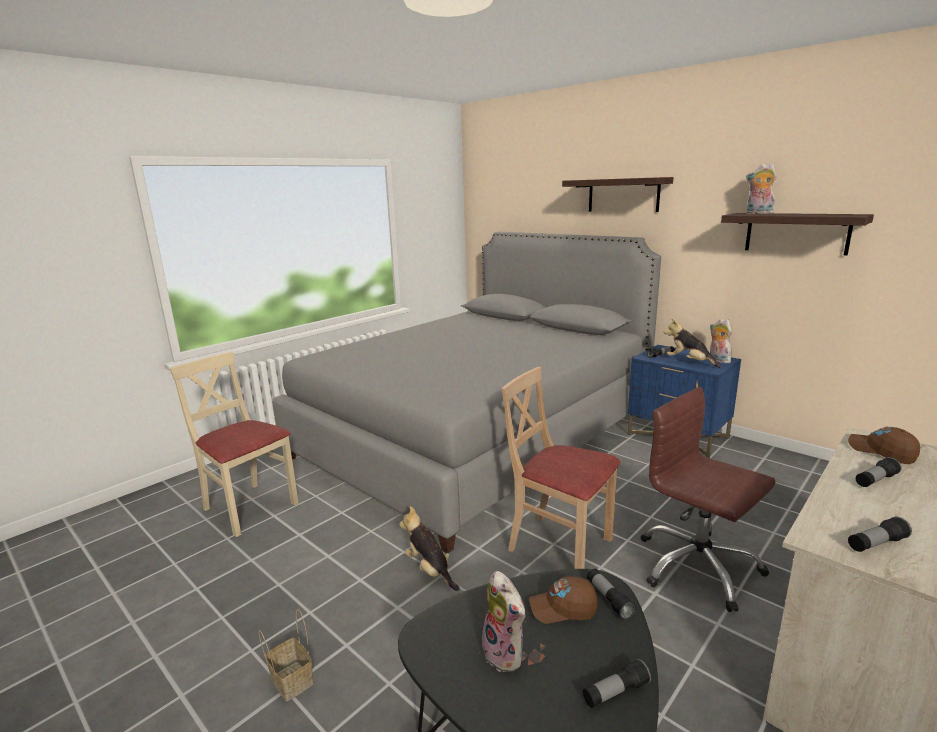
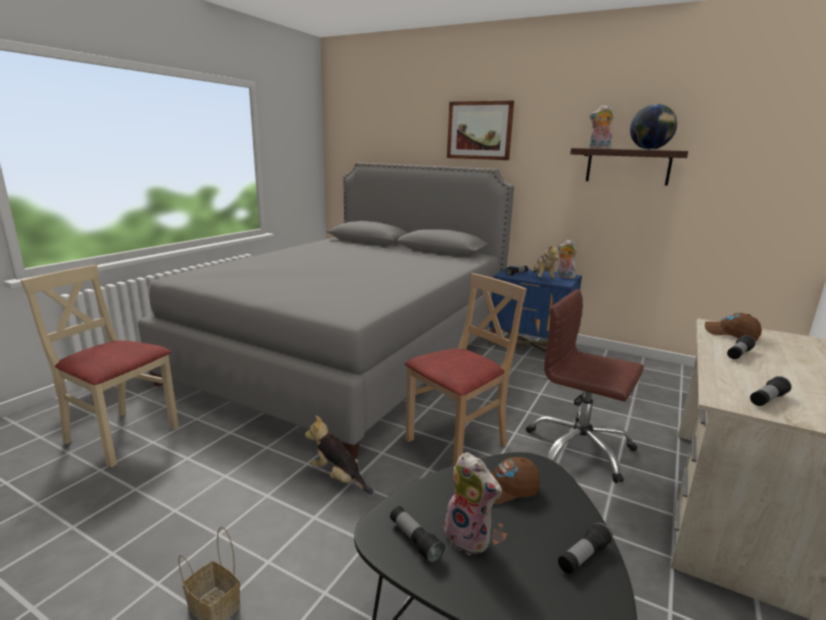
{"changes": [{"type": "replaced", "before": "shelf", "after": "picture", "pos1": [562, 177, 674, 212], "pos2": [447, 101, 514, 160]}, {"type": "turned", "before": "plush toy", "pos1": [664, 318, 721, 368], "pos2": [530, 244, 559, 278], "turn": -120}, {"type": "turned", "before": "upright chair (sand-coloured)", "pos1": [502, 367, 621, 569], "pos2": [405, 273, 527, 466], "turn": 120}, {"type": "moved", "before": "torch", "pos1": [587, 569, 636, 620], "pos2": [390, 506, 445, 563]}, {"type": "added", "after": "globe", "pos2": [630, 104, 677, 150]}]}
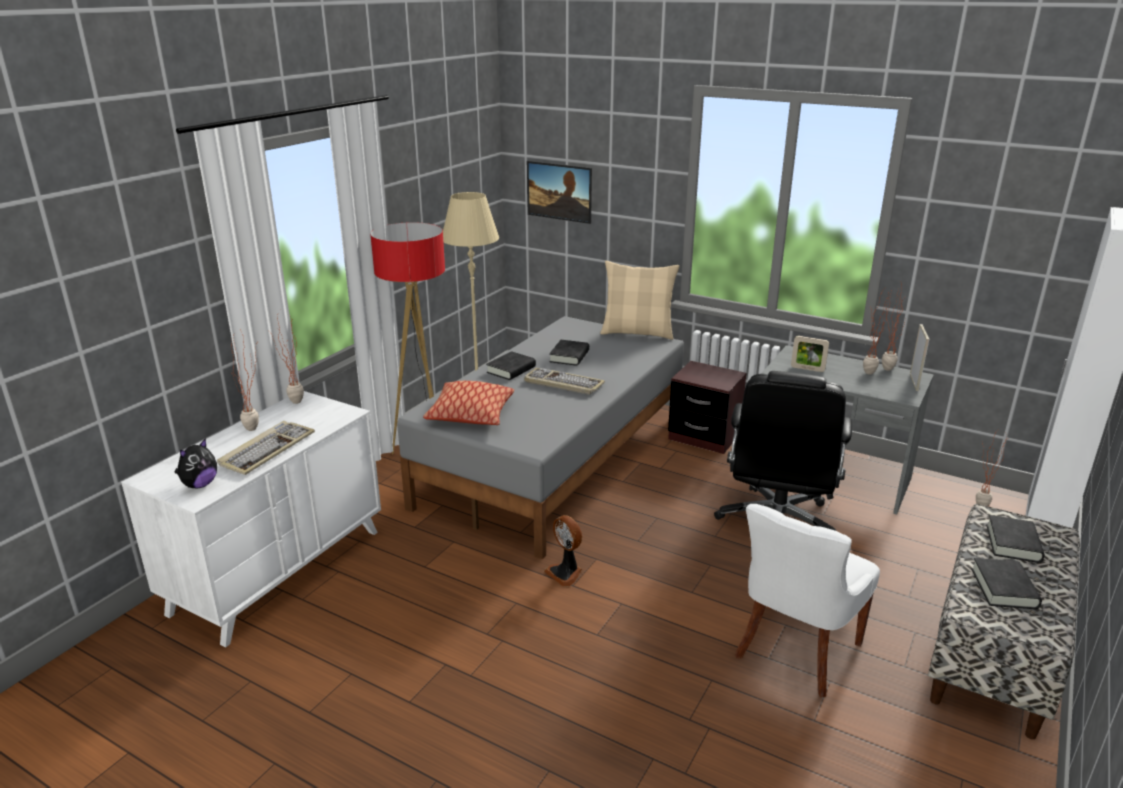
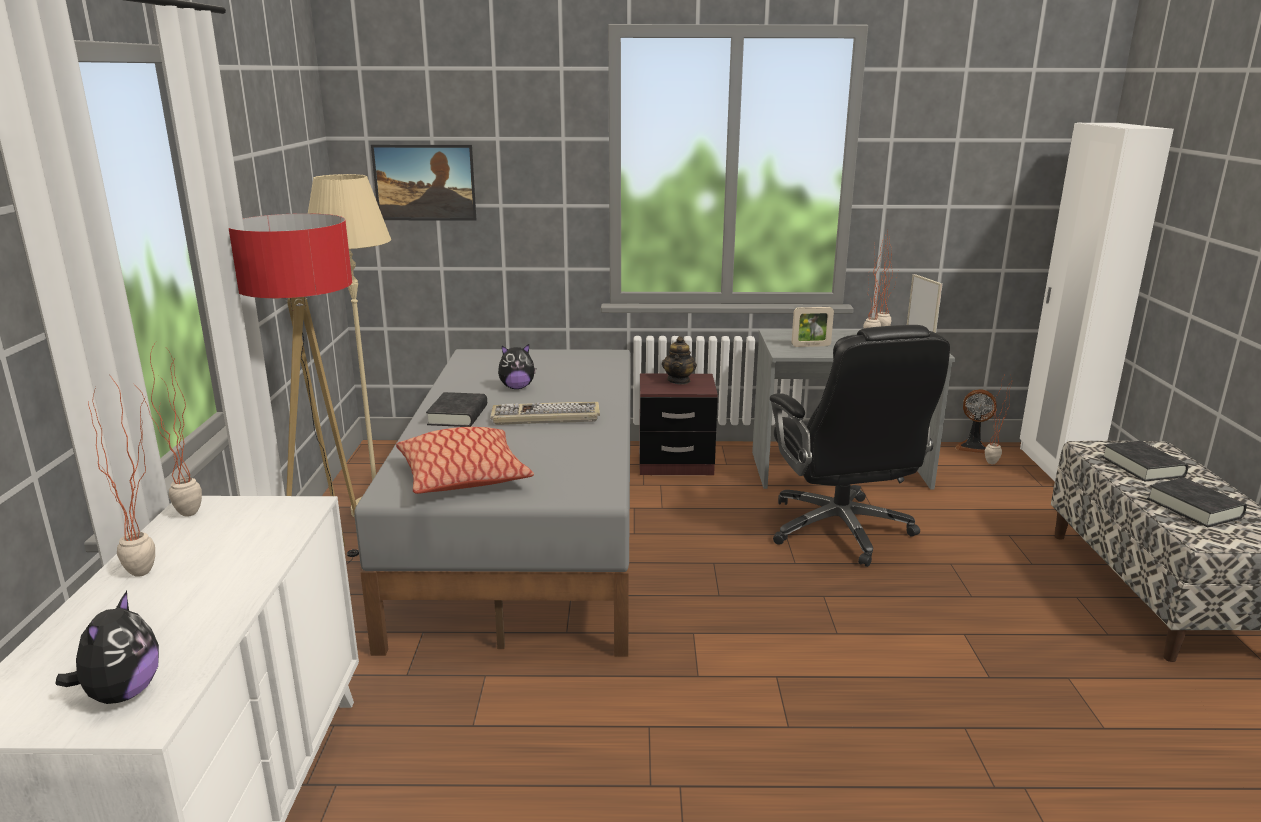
{"changes": [{"type": "removed", "before": "pillow (sand-coloured)", "pos1": [600, 261, 680, 340]}, {"type": "replaced", "before": "volume (blackish)", "after": "plush toy", "pos1": [549, 340, 589, 366], "pos2": [498, 344, 536, 389]}, {"type": "removed", "before": "PC keyboard", "pos1": [217, 421, 315, 475]}, {"type": "removed", "before": "upright chair (white-coloured)", "pos1": [735, 504, 880, 697]}, {"type": "moved", "before": "cooling fan", "pos1": [544, 515, 582, 587], "pos2": [955, 389, 996, 454]}, {"type": "added", "after": "tea pot", "pos2": [662, 336, 697, 385]}]}
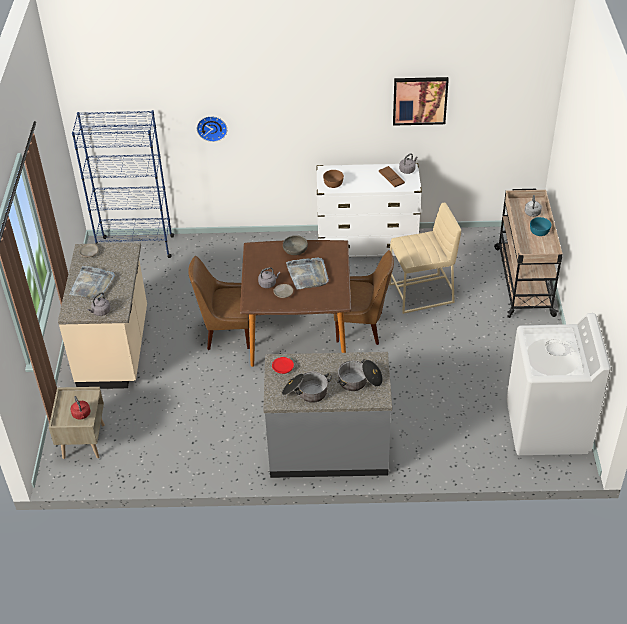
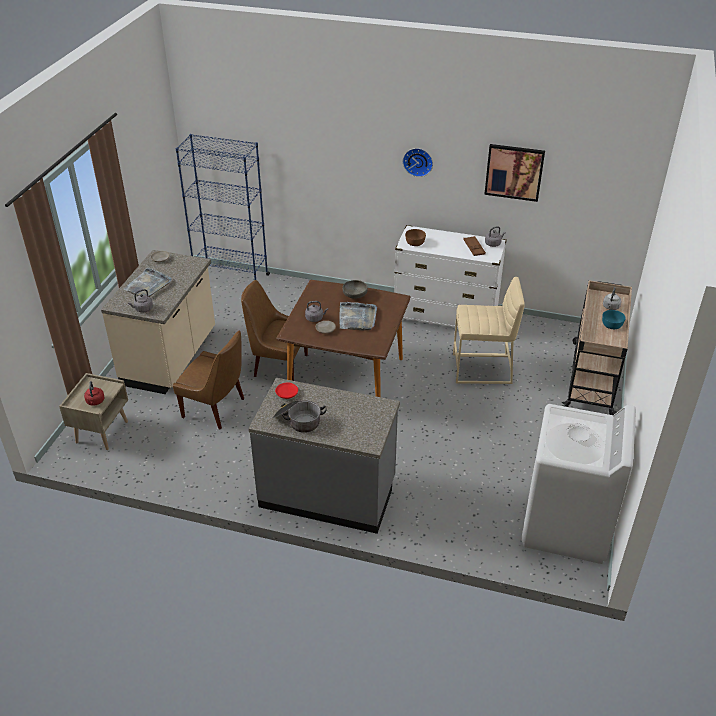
{"changes": [{"type": "moved", "before": "wall clock", "pos1": [197, 116, 227, 142], "pos2": [403, 148, 433, 177]}, {"type": "moved", "before": "upright chair (brown-coloured)", "pos1": [334, 250, 394, 345], "pos2": [173, 331, 244, 429]}, {"type": "removed", "before": "saucepot", "pos1": [337, 359, 383, 391]}]}
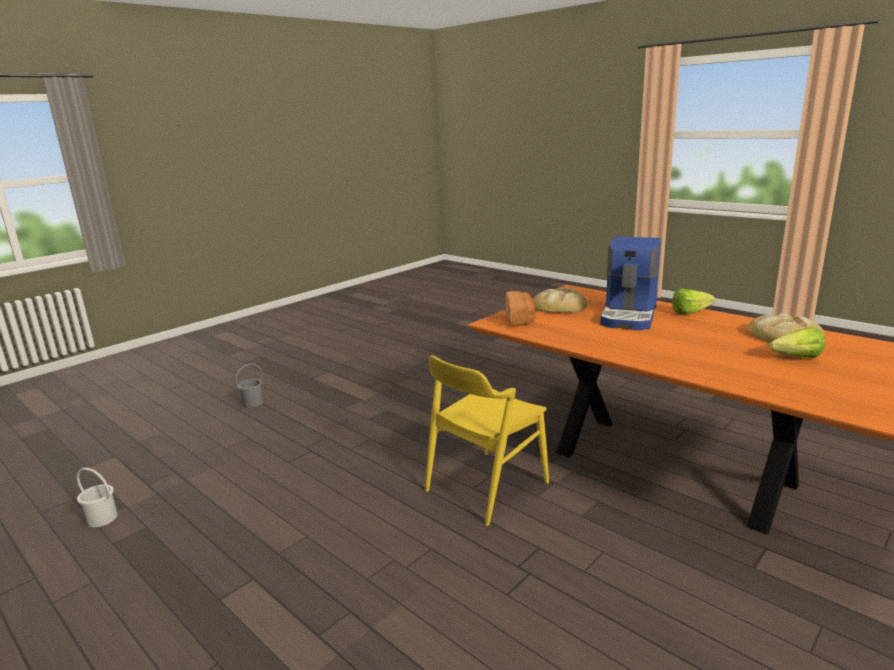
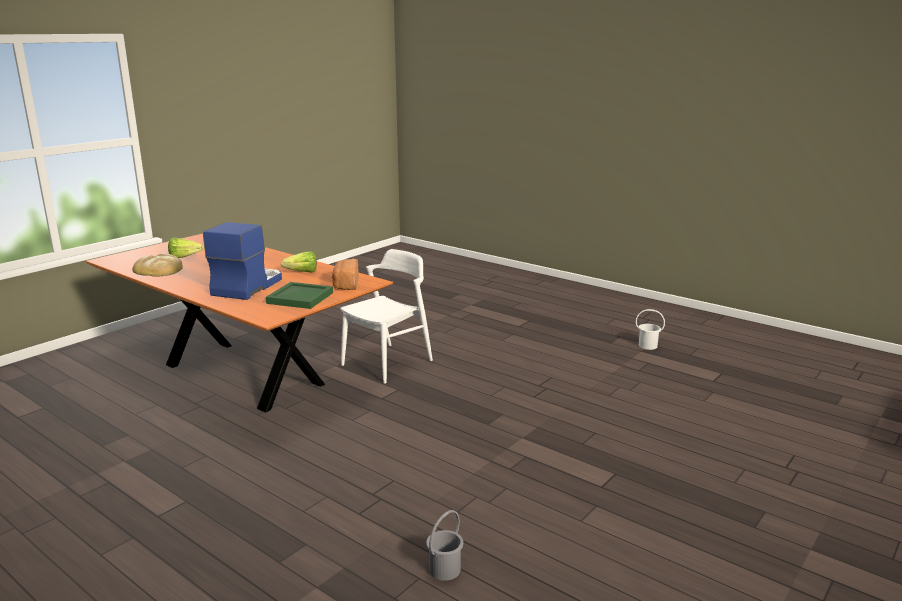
{"changes": [{"type": "replaced", "before": "bread", "after": "tray (green-coloured)", "pos1": [533, 288, 587, 313], "pos2": [266, 282, 333, 309]}, {"type": "moved", "before": "head of lettuce", "pos1": [672, 289, 715, 315], "pos2": [281, 251, 317, 273]}, {"type": "recoloured", "before": "upright chair (yellow-coloured)", "after": "upright chair (white-coloured)", "pos1": [425, 355, 549, 526], "pos2": [340, 249, 433, 384]}, {"type": "moved", "before": "bucket (grey)", "pos1": [235, 363, 263, 408], "pos2": [426, 510, 463, 581]}]}
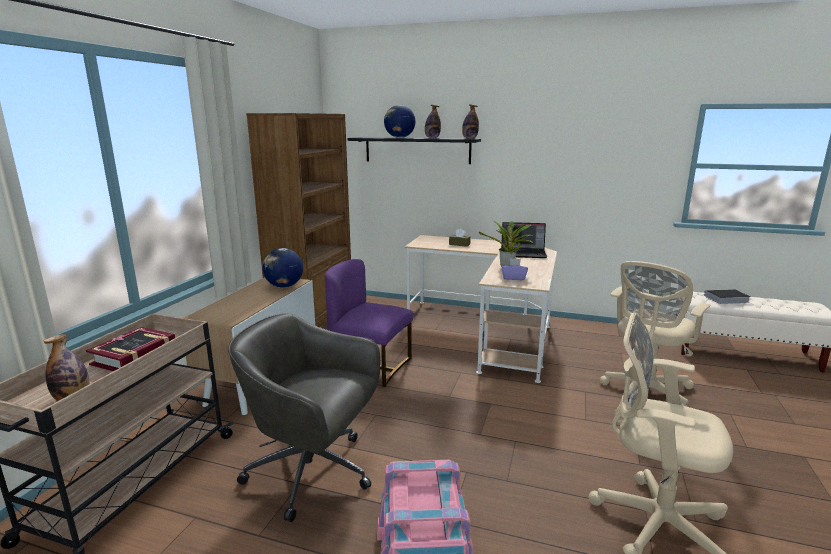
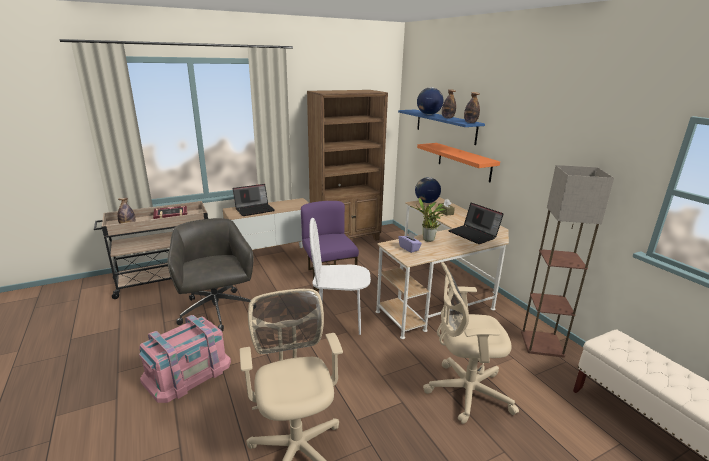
{"changes": [{"type": "recoloured", "before": "shelf (blackish)", "after": "shelf (blue)", "pos1": [347, 137, 481, 164], "pos2": [398, 110, 485, 145]}, {"type": "moved", "before": "globe", "pos1": [262, 248, 303, 288], "pos2": [415, 177, 441, 203]}, {"type": "removed", "before": "volume", "pos1": [701, 289, 750, 304]}, {"type": "added", "after": "shelf (orangey)", "pos2": [417, 143, 500, 182]}, {"type": "added", "after": "floor lamp", "pos2": [521, 165, 614, 358]}, {"type": "added", "after": "notebook computer", "pos2": [233, 184, 275, 216]}, {"type": "added", "after": "upright chair (white-coloured)", "pos2": [309, 218, 371, 335]}]}
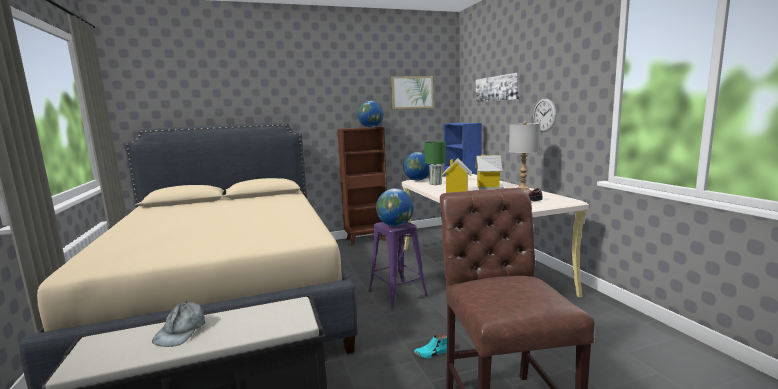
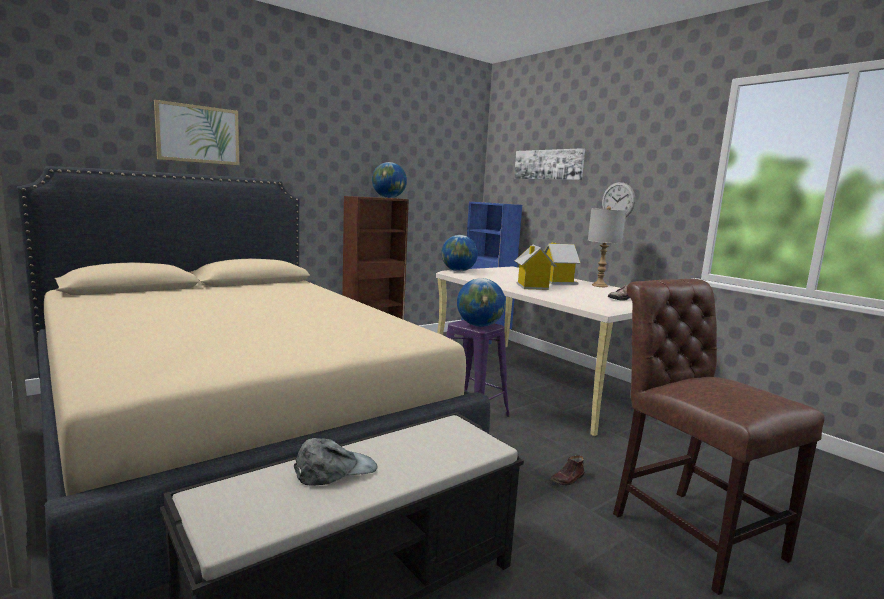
{"changes": [{"type": "moved", "before": "picture", "pos1": [391, 76, 433, 109], "pos2": [154, 100, 239, 165]}, {"type": "removed", "before": "tabletop lamp (green-coloured)", "pos1": [424, 141, 446, 185]}, {"type": "turned", "before": "baseball cap (grey)", "pos1": [152, 301, 205, 347], "pos2": [294, 438, 378, 486], "turn": -105}, {"type": "recoloured", "before": "low shoe (turquoise-coloured)", "after": "low shoe (brown-coloured)", "pos1": [414, 334, 447, 358], "pos2": [550, 456, 585, 486]}]}
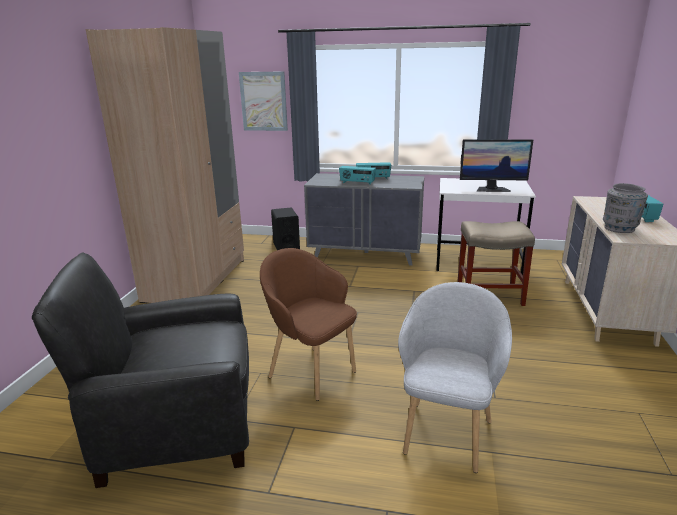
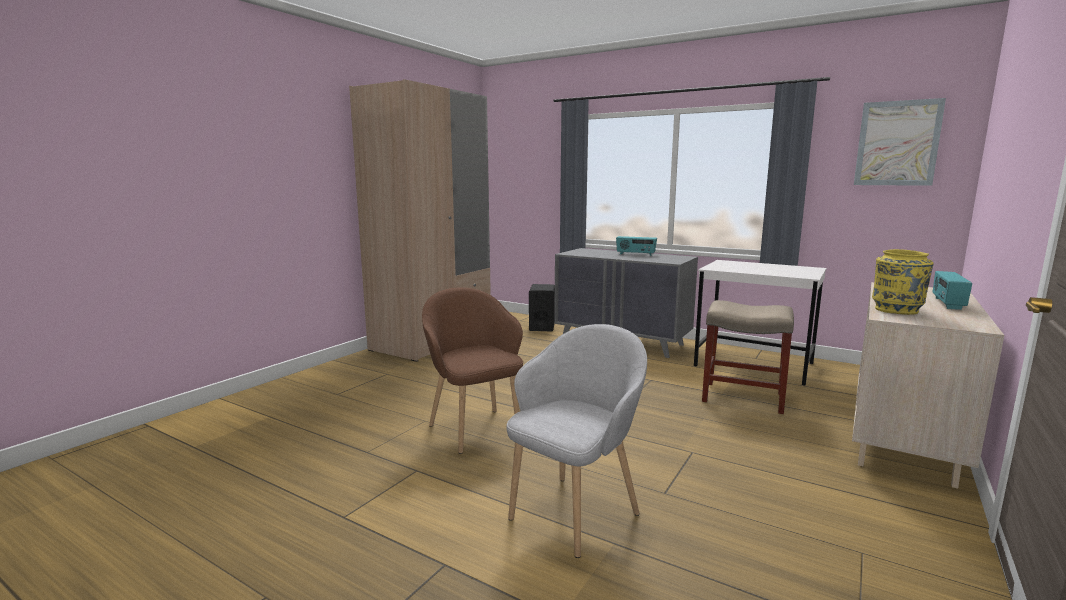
{"changes": [{"type": "moved", "before": "picture", "pos1": [239, 71, 288, 131], "pos2": [854, 98, 946, 186]}, {"type": "removed", "before": "computer screen", "pos1": [460, 139, 533, 192]}, {"type": "removed", "before": "radio set", "pos1": [339, 166, 376, 185]}, {"type": "recoloured", "before": "flower vase (grey)", "after": "flower vase (yellow-coloured)", "pos1": [603, 183, 648, 233], "pos2": [872, 249, 934, 315]}, {"type": "removed", "before": "lounge chair (blackish)", "pos1": [32, 252, 249, 488]}]}
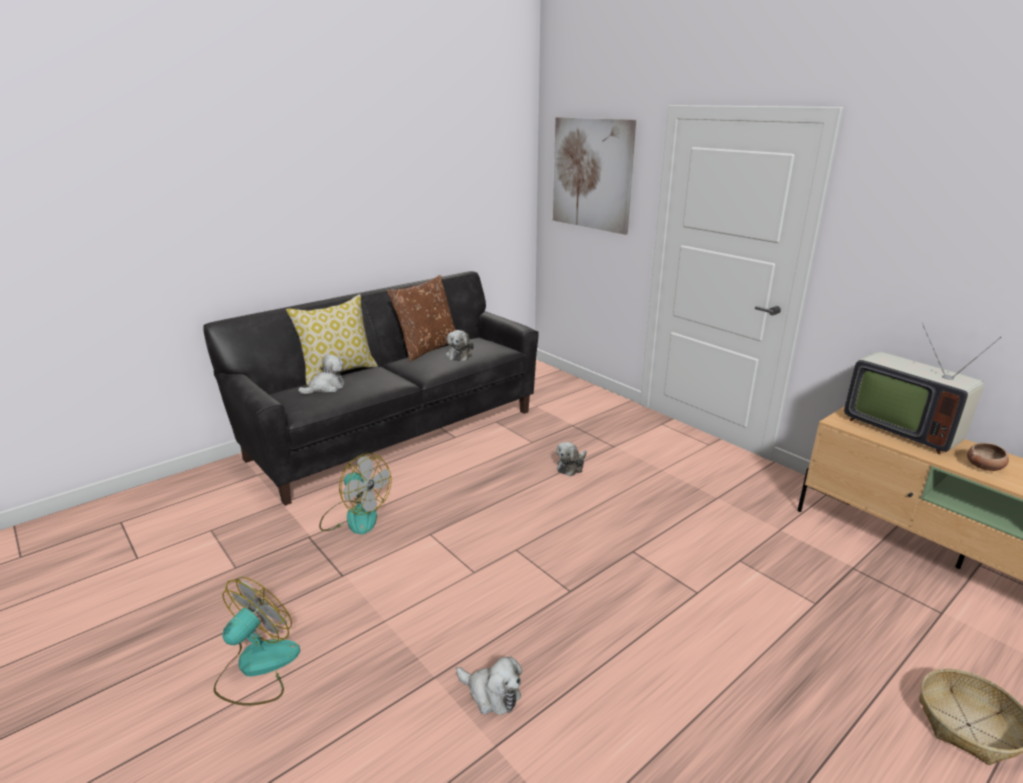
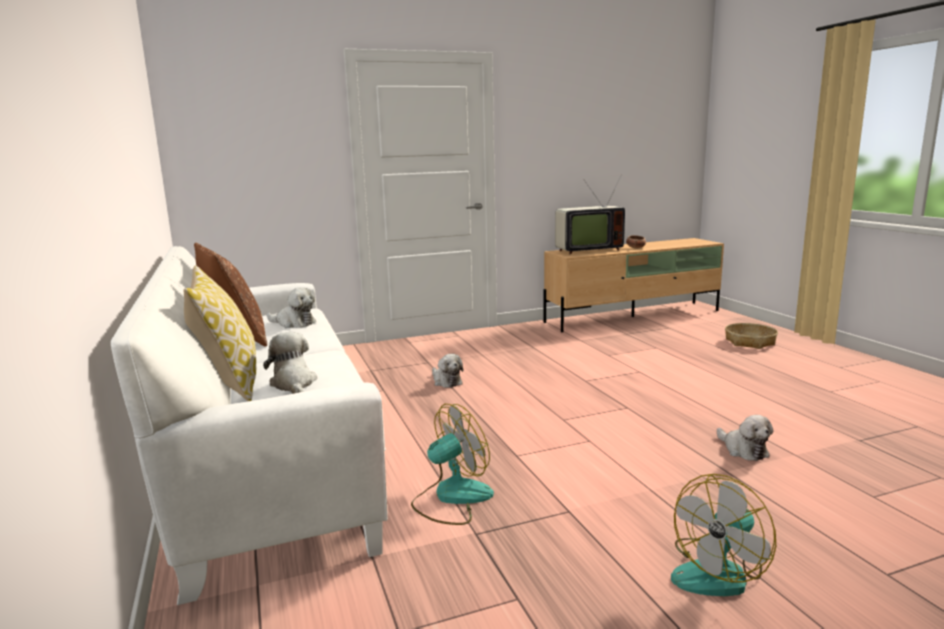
{"changes": [{"type": "removed", "before": "picture", "pos1": [553, 117, 636, 235]}, {"type": "recoloured", "before": "settee (blackish)", "after": "settee (white-coloured)", "pos1": [203, 271, 539, 506], "pos2": [111, 246, 388, 605]}, {"type": "turned", "before": "cooling fan", "pos1": [214, 577, 300, 706], "pos2": [671, 474, 776, 596], "turn": -90}, {"type": "turned", "before": "plush toy", "pos1": [456, 657, 522, 715], "pos2": [717, 415, 773, 461], "turn": 105}]}
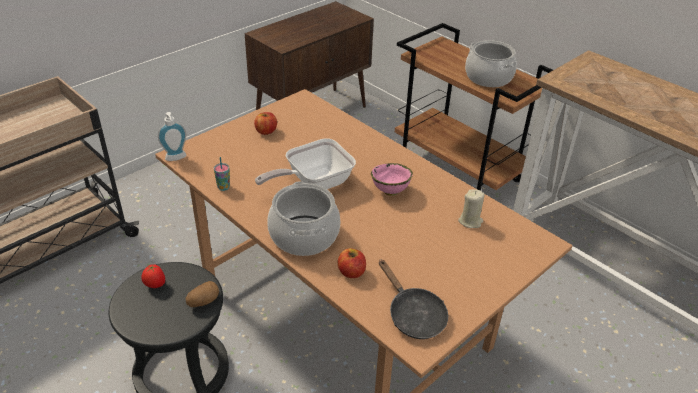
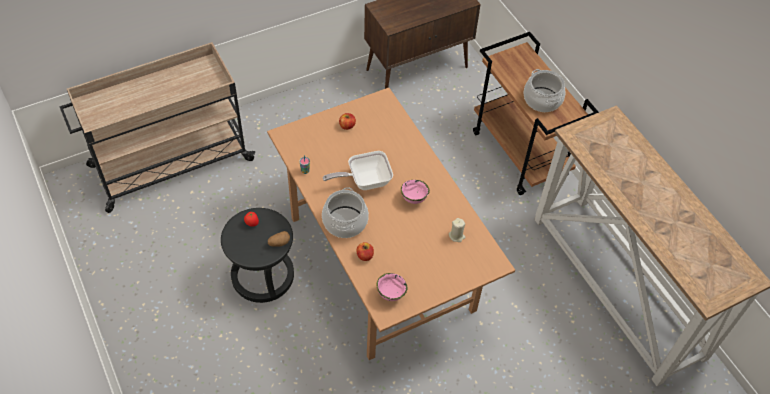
{"changes": [{"type": "removed", "before": "soap bottle", "pos1": [158, 112, 187, 161]}, {"type": "replaced", "before": "frying pan (blackish)", "after": "serving bowl (pink-coloured)", "pos1": [379, 259, 448, 339], "pos2": [376, 273, 407, 301]}]}
